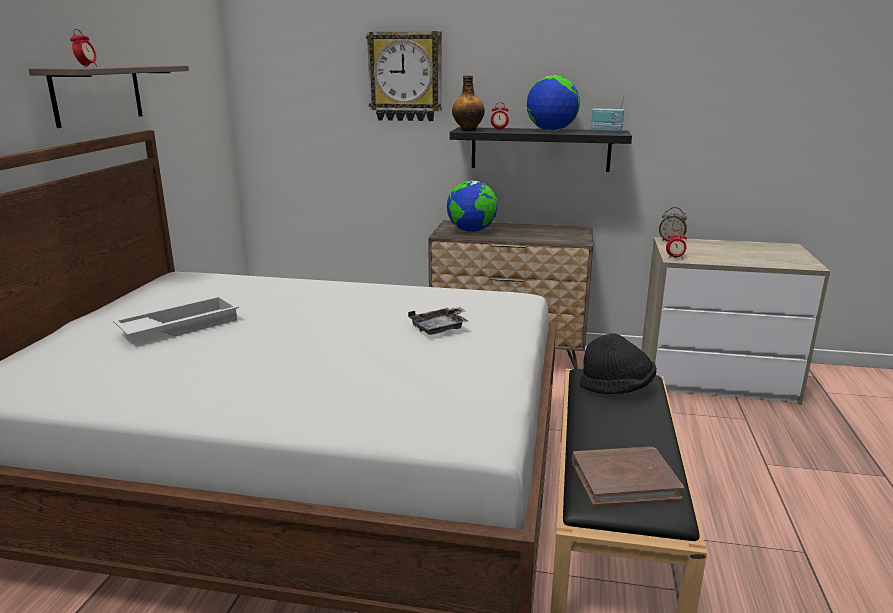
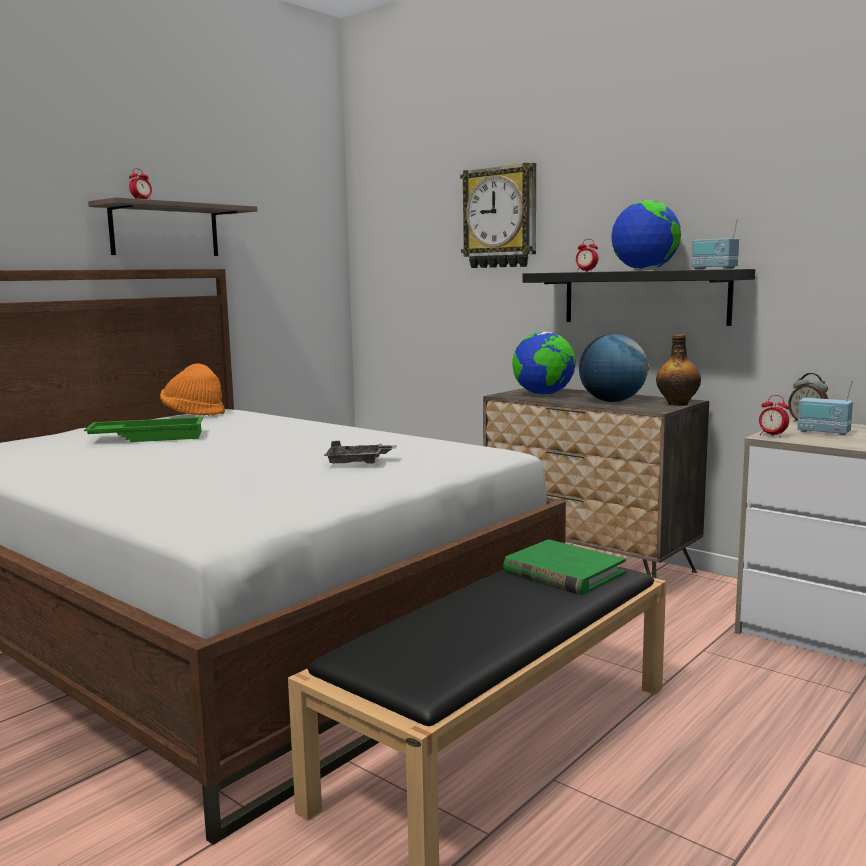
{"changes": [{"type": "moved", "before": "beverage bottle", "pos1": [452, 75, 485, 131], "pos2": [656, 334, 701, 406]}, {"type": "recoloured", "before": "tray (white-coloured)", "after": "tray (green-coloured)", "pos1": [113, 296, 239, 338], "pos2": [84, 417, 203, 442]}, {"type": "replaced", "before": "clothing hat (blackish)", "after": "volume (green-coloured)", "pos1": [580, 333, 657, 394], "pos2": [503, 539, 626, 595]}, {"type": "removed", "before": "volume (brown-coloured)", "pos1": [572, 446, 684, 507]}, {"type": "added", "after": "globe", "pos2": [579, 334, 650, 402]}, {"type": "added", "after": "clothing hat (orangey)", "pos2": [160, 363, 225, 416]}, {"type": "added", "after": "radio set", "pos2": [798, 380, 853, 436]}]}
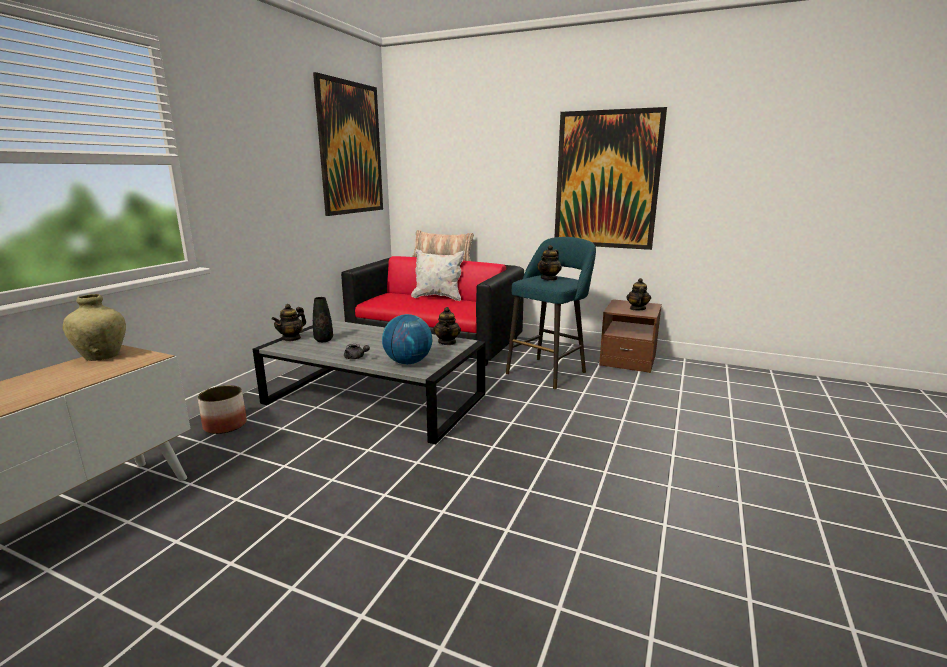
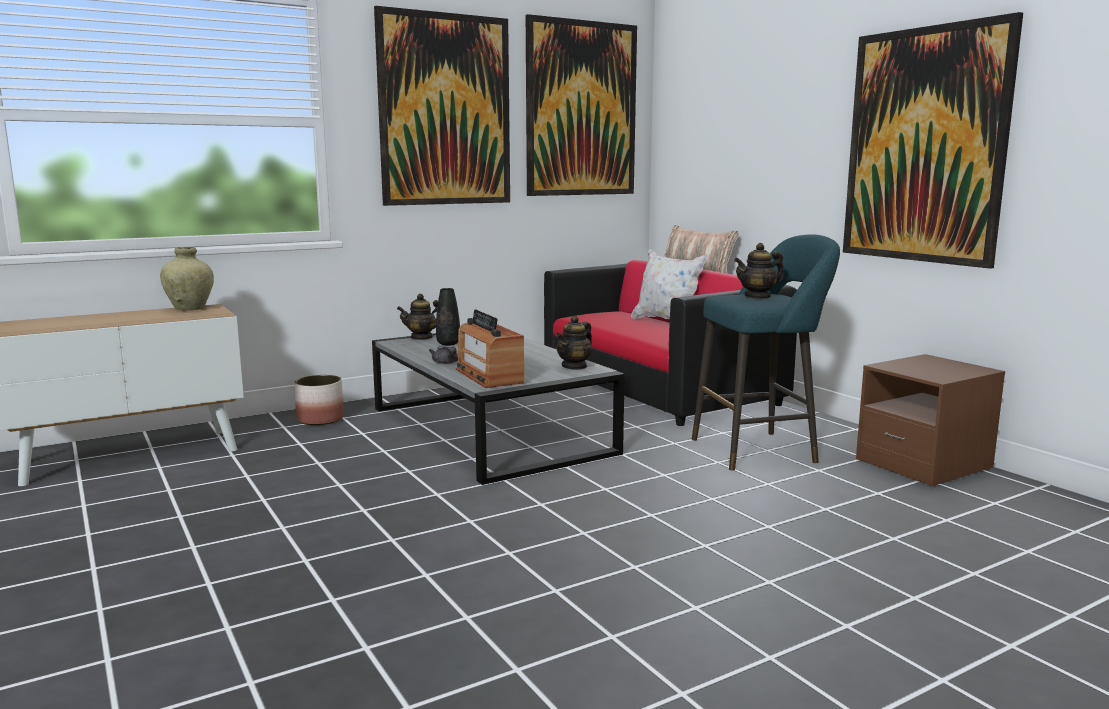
{"changes": [{"type": "removed", "before": "tea pot", "pos1": [627, 278, 651, 310]}, {"type": "replaced", "before": "globe", "after": "radio set", "pos1": [382, 314, 432, 364], "pos2": [456, 309, 524, 388]}, {"type": "added", "after": "picture", "pos2": [374, 6, 510, 206]}]}
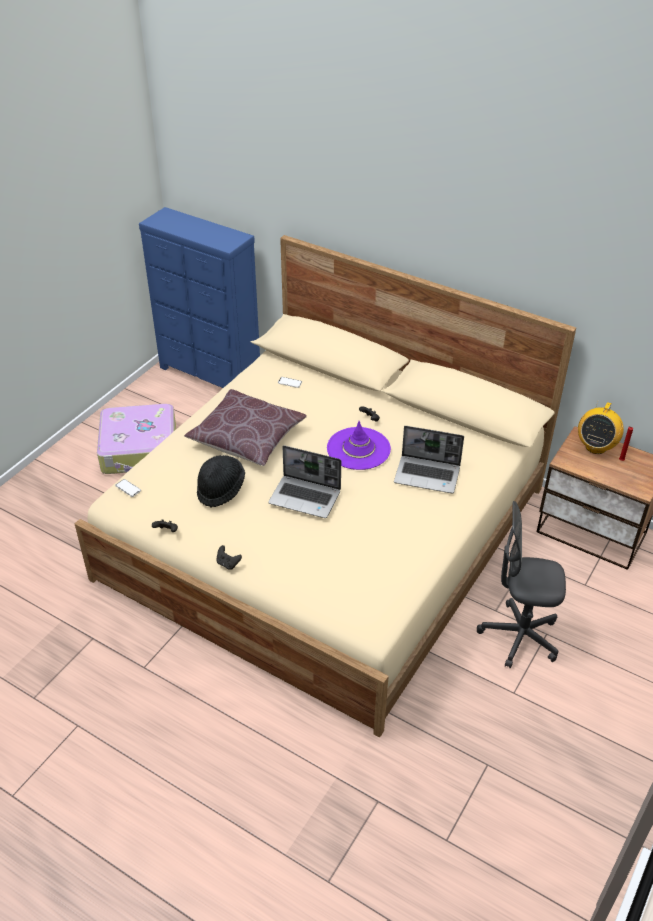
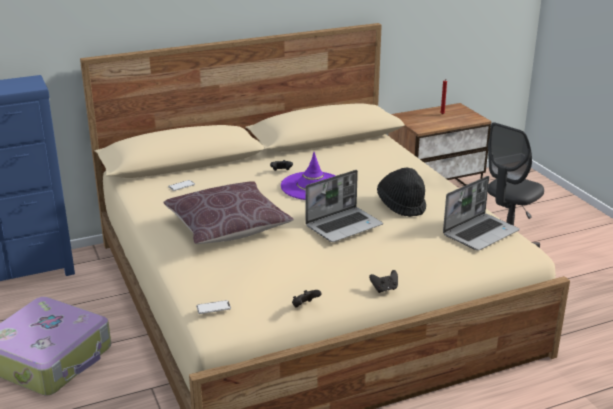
{"changes": [{"type": "removed", "before": "radio set", "pos1": [578, 399, 624, 454]}, {"type": "moved", "before": "notebook computer", "pos1": [394, 426, 464, 494], "pos2": [443, 176, 520, 251]}, {"type": "moved", "before": "clothing hat (blackish)", "pos1": [197, 455, 245, 508], "pos2": [377, 168, 426, 217]}]}
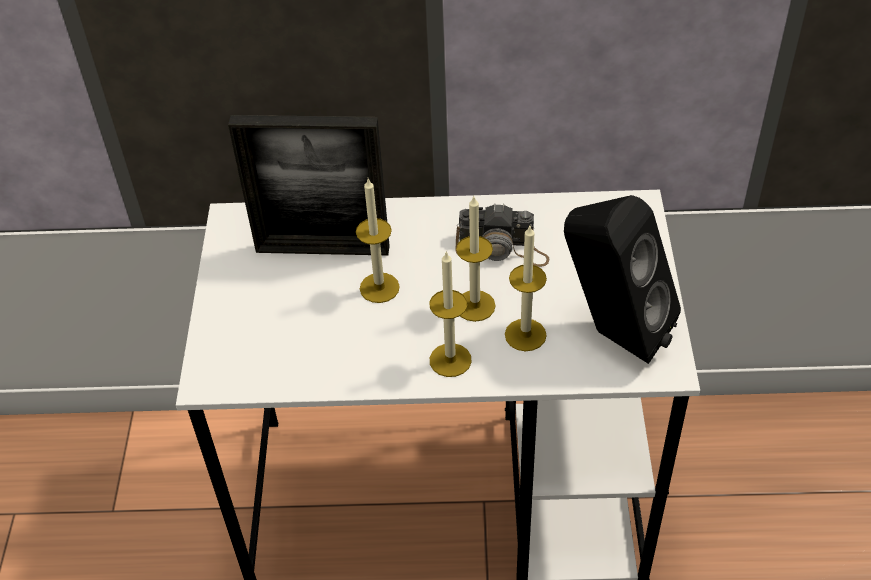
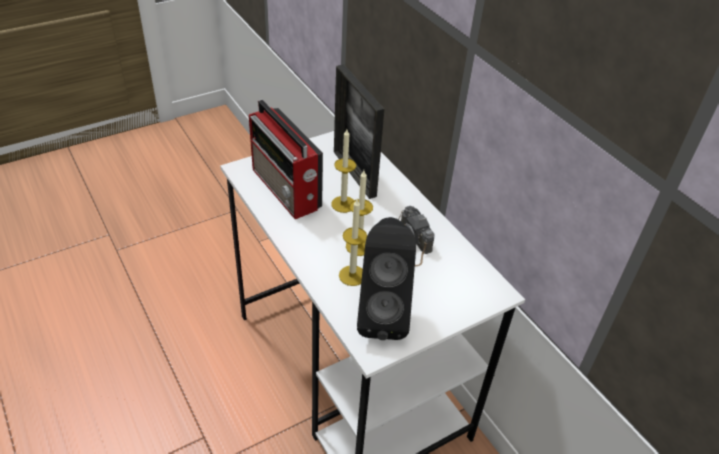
{"changes": [{"type": "removed", "before": "wax candle", "pos1": [429, 251, 472, 377]}, {"type": "added", "after": "radio set", "pos2": [249, 99, 323, 219]}]}
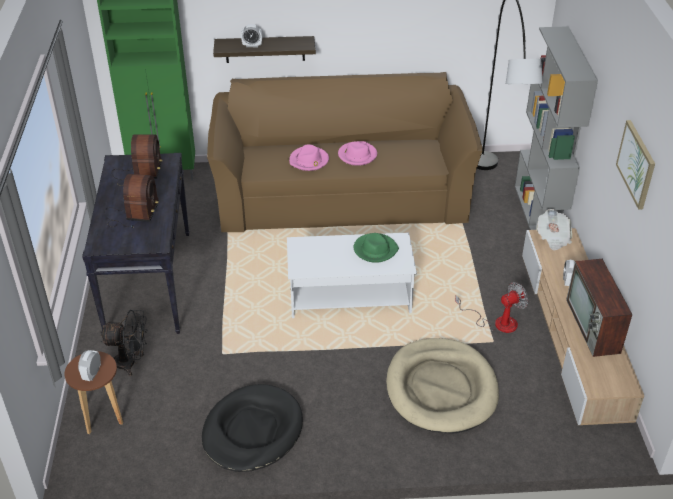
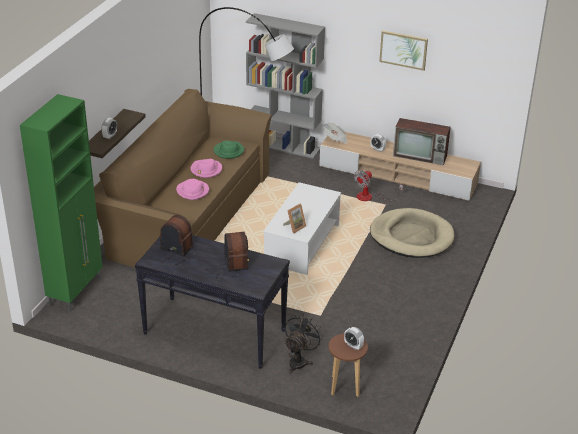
{"changes": [{"type": "turned", "before": "radio set", "pos1": [104, 174, 159, 228], "pos2": [207, 232, 249, 279], "turn": 45}, {"type": "moved", "before": "clothing hat (green-coloured)", "pos1": [354, 233, 399, 263], "pos2": [214, 140, 244, 159]}, {"type": "turned", "before": "cooling fan", "pos1": [455, 282, 529, 333], "pos2": [354, 170, 403, 201], "turn": -135}, {"type": "removed", "before": "dog bed (blackish)", "pos1": [202, 384, 303, 472]}, {"type": "added", "after": "picture frame", "pos2": [283, 204, 306, 233]}]}
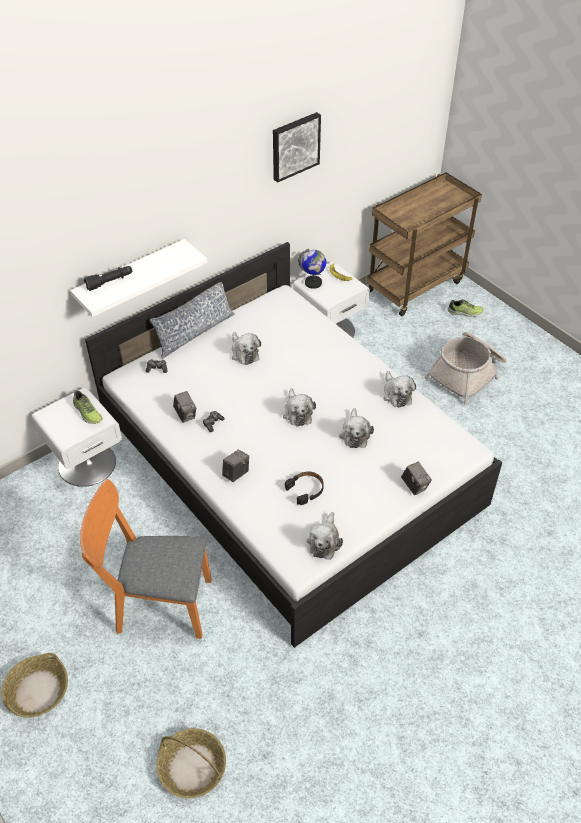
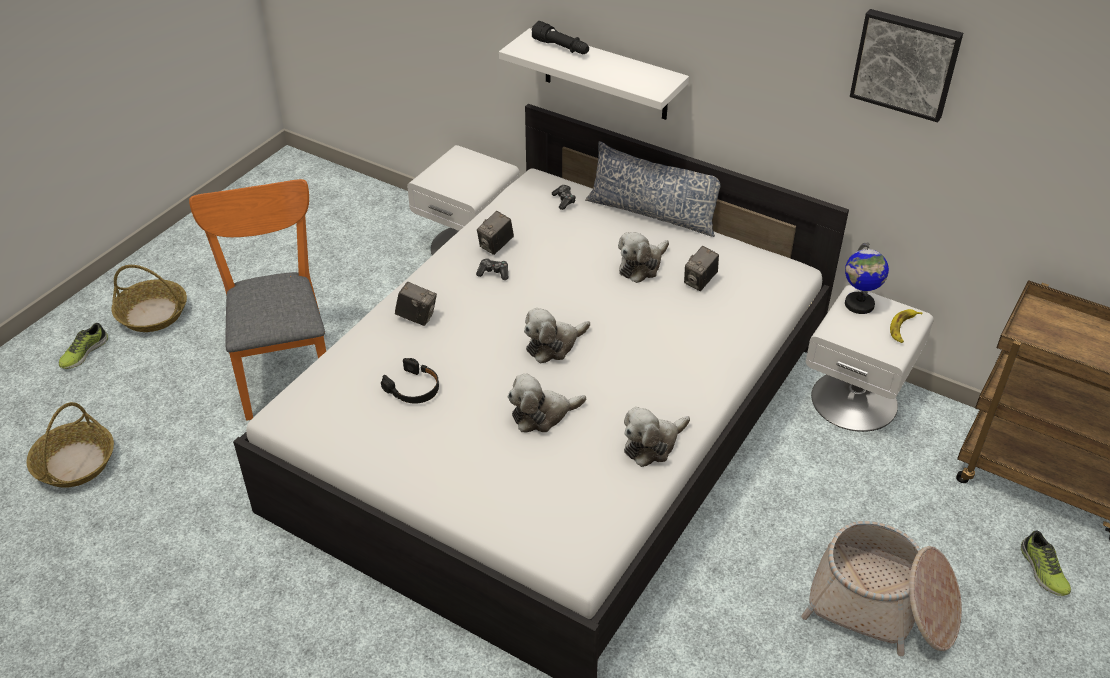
{"changes": [{"type": "moved", "before": "low shoe", "pos1": [73, 390, 102, 424], "pos2": [59, 323, 108, 369]}, {"type": "moved", "before": "still camera", "pos1": [401, 462, 432, 495], "pos2": [684, 246, 719, 291]}, {"type": "removed", "before": "plush toy", "pos1": [307, 512, 343, 560]}]}
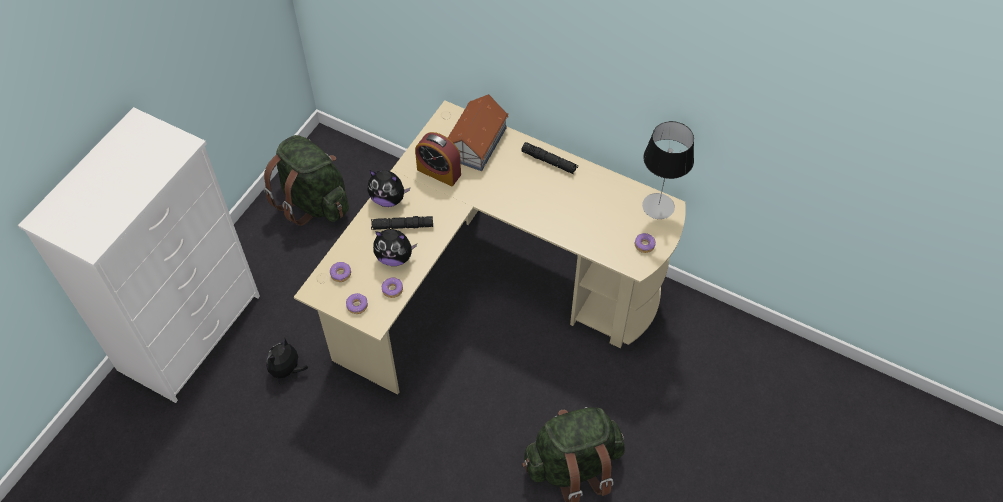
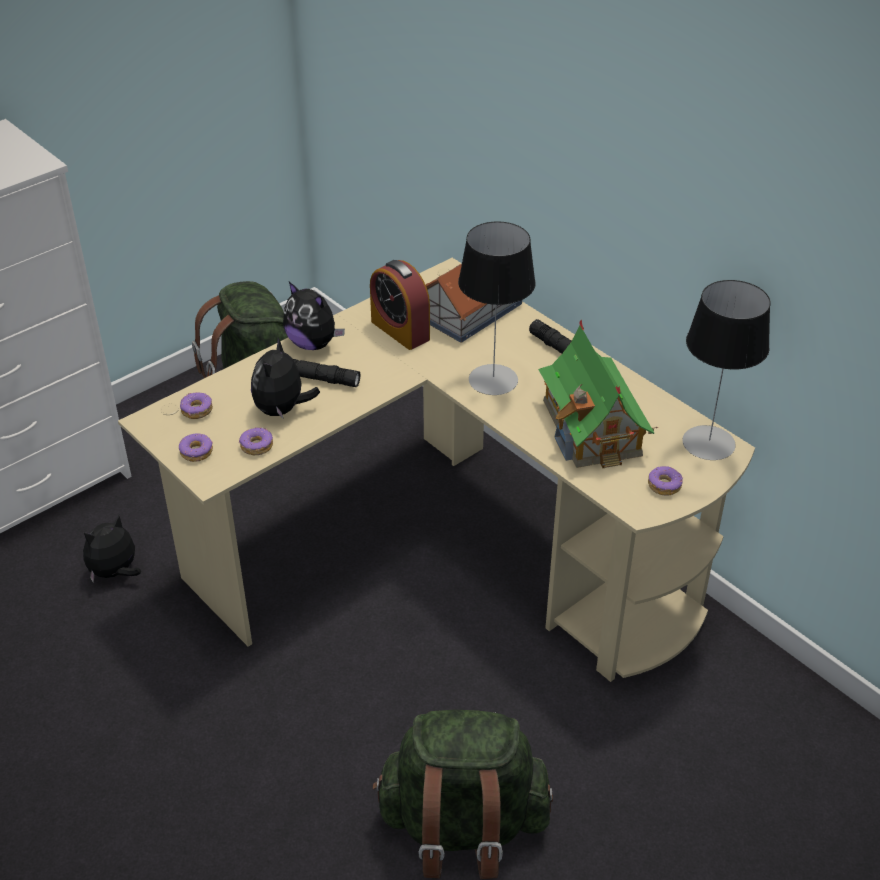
{"changes": [{"type": "turned", "before": "plush toy", "pos1": [373, 229, 417, 266], "pos2": [251, 338, 320, 418], "turn": 75}, {"type": "added", "after": "tabletop lamp", "pos2": [458, 221, 536, 395]}, {"type": "added", "after": "model house", "pos2": [538, 319, 658, 468]}]}
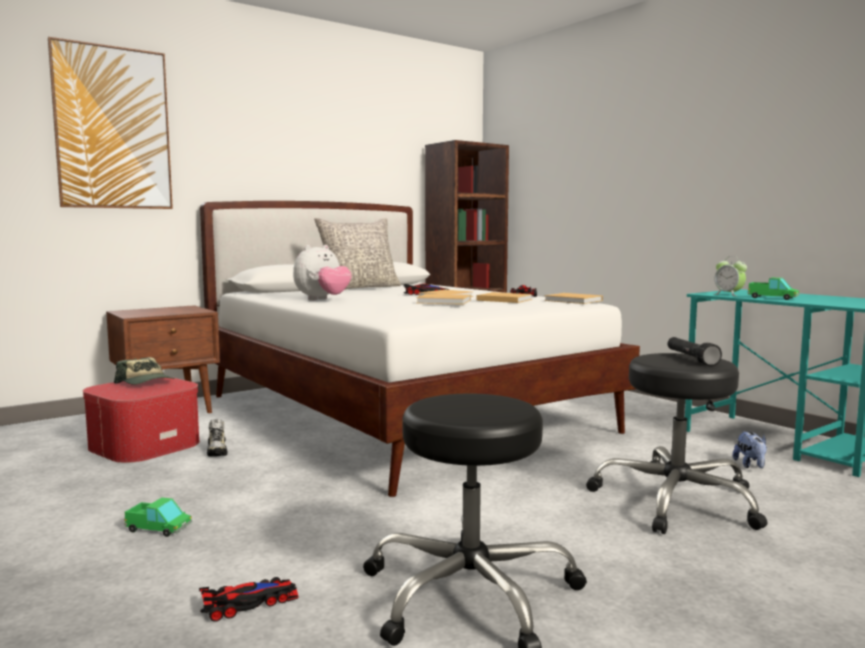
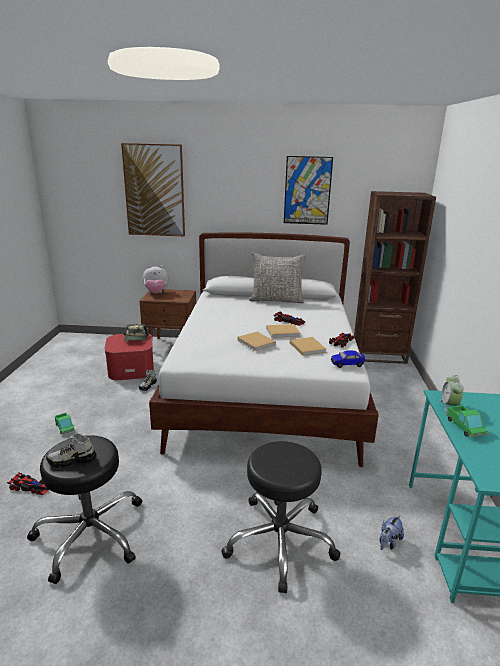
{"changes": [{"type": "moved", "before": "plush toy", "pos1": [293, 245, 352, 300], "pos2": [143, 266, 169, 293]}, {"type": "replaced", "before": "volume (sand-coloured)", "after": "toy car", "pos1": [544, 293, 603, 304], "pos2": [331, 350, 365, 368]}, {"type": "removed", "before": "torch (blackish)", "pos1": [668, 337, 722, 366]}, {"type": "added", "after": "picture", "pos2": [284, 156, 333, 225]}, {"type": "added", "after": "low shoe", "pos2": [46, 434, 97, 468]}]}
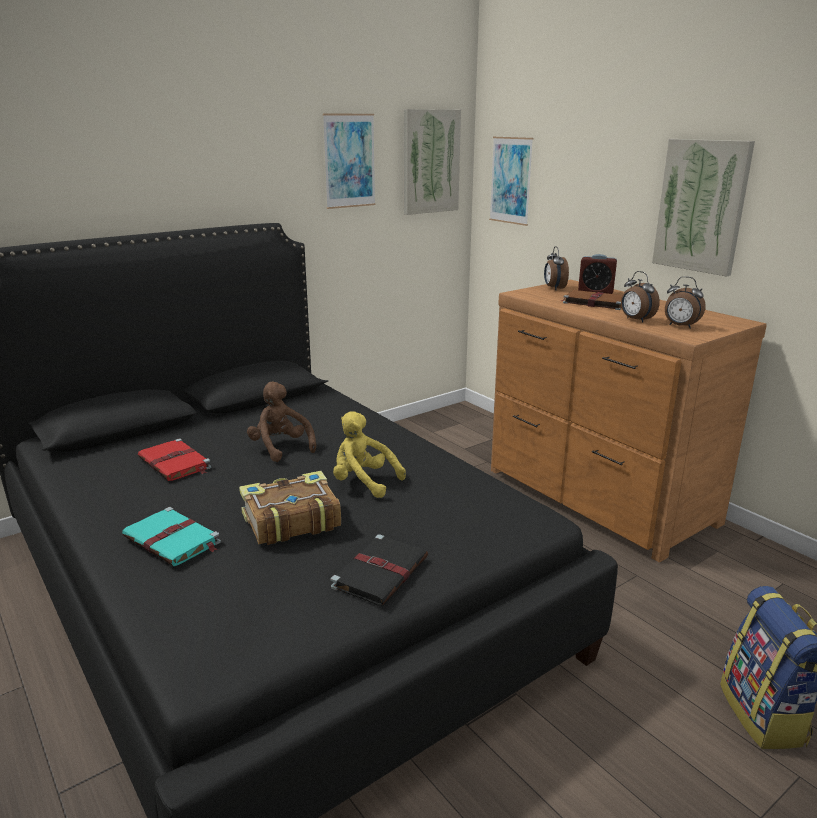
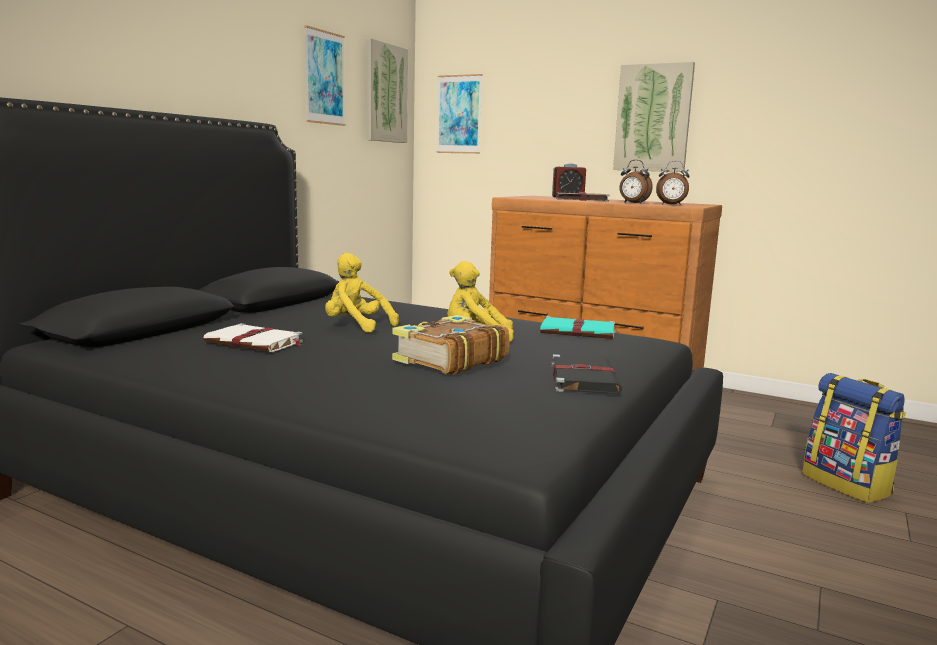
{"changes": [{"type": "removed", "before": "table clock", "pos1": [544, 246, 569, 290]}, {"type": "recoloured", "before": "plush toy (brown-coloured)", "after": "plush toy (yellow-coloured)", "pos1": [247, 382, 316, 462], "pos2": [325, 253, 399, 333]}, {"type": "recoloured", "before": "volume (red)", "after": "volume (white-coloured)", "pos1": [138, 438, 211, 481], "pos2": [203, 323, 303, 352]}, {"type": "moved", "before": "volume (turquoise-coloured)", "pos1": [122, 507, 221, 566], "pos2": [540, 316, 619, 339]}]}
